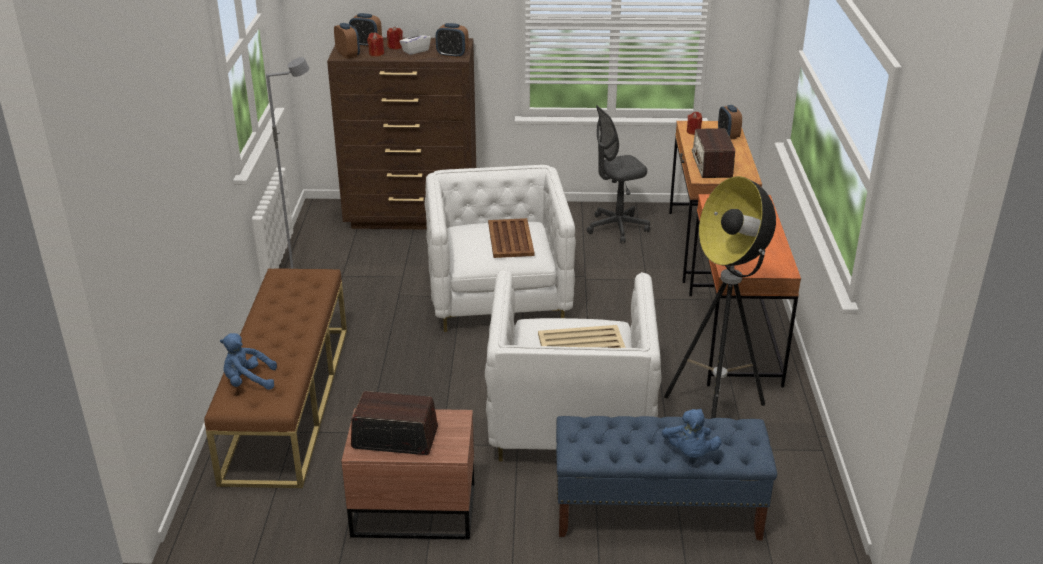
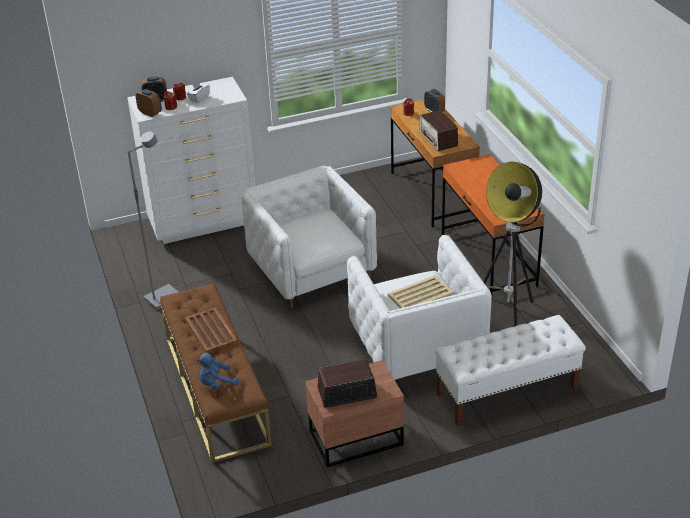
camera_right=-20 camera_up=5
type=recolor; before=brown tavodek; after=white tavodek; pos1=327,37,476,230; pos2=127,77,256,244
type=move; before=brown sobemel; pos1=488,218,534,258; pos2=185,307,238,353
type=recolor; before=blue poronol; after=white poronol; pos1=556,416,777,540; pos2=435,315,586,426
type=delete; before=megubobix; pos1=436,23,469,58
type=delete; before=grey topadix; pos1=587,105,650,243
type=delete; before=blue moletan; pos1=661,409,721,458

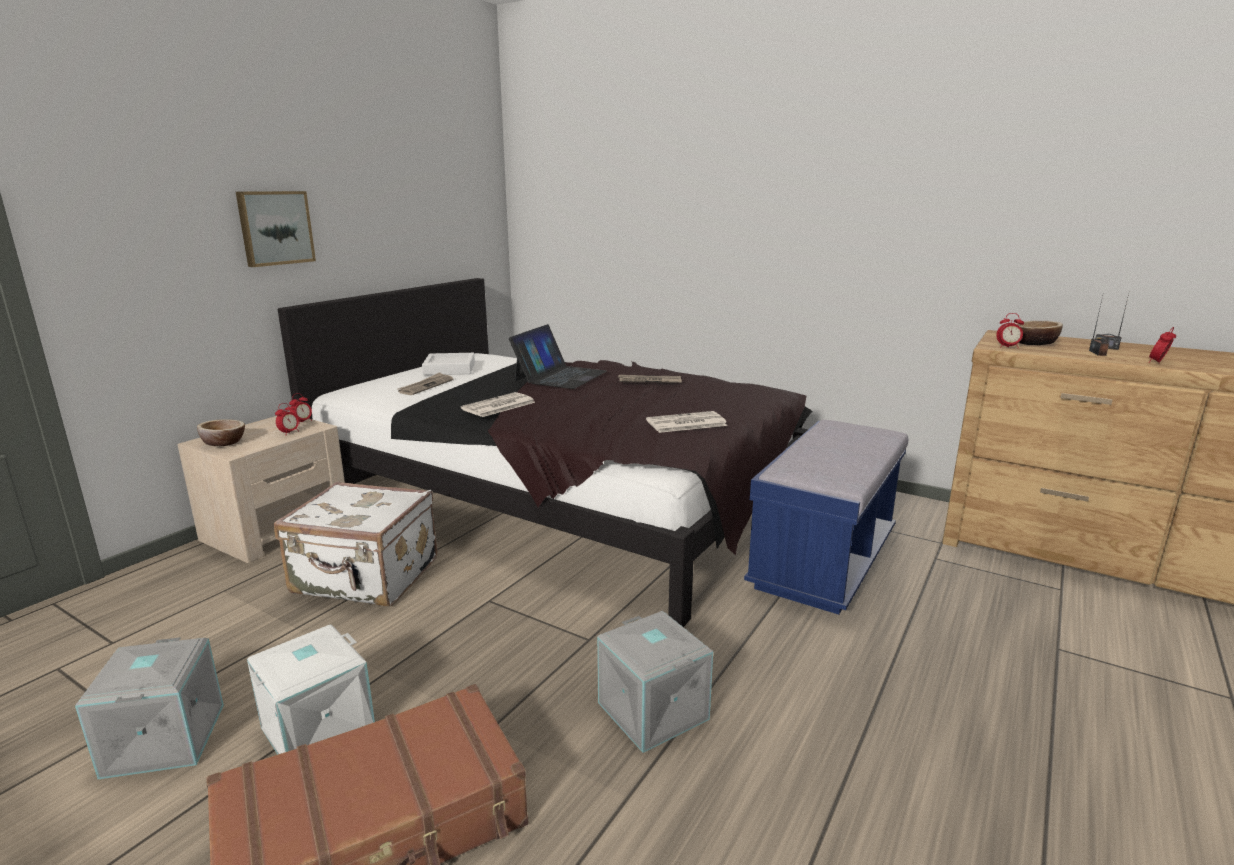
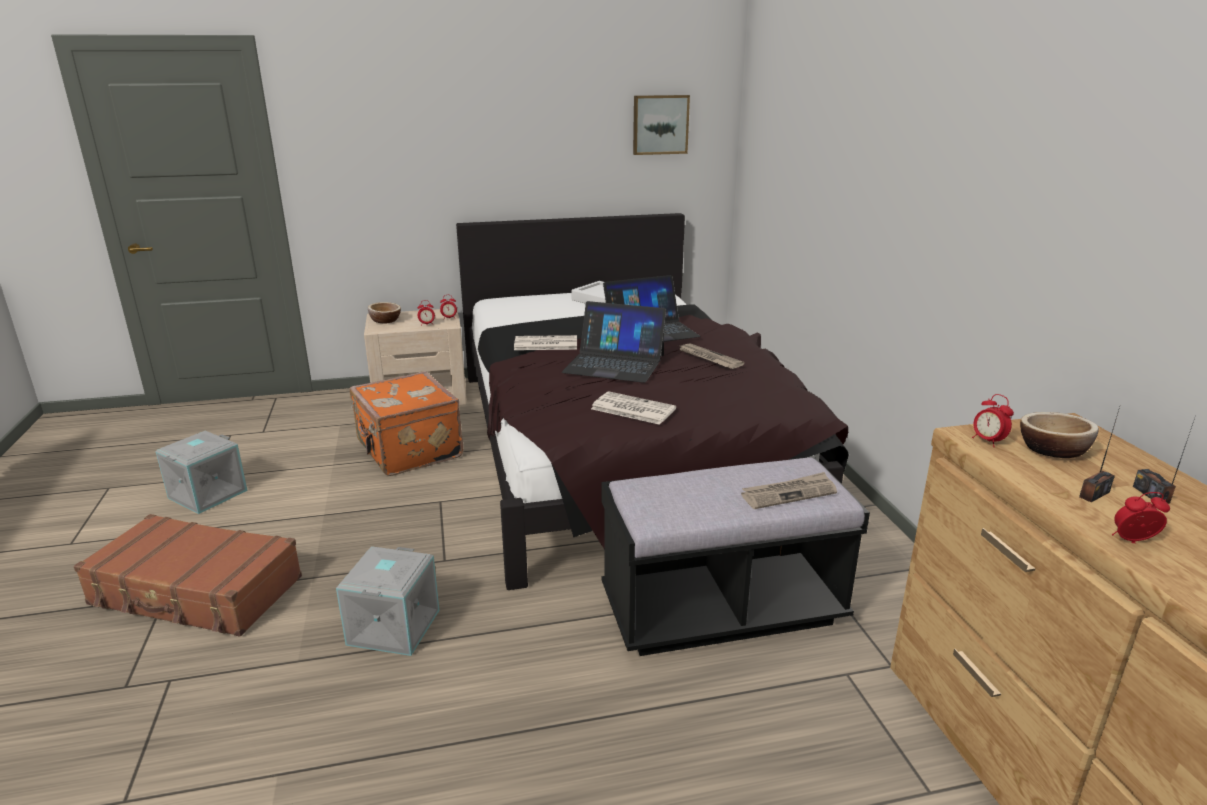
camera_right=45 camera_up=5
type=recolor; before=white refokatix; after=orange refokatix; pos1=274,482,437,606; pos2=350,371,463,476
type=insert; after=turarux; pos2=562,301,667,383
type=recolor; before=blue poronol; after=black poronol; pos1=744,420,908,615; pos2=601,458,870,656
type=move; before=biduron; pos1=236,191,316,267; pos2=633,95,690,155
type=move; before=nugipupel; pos1=398,372,454,395; pos2=741,472,837,509
type=delete; before=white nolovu; pos1=247,625,375,755

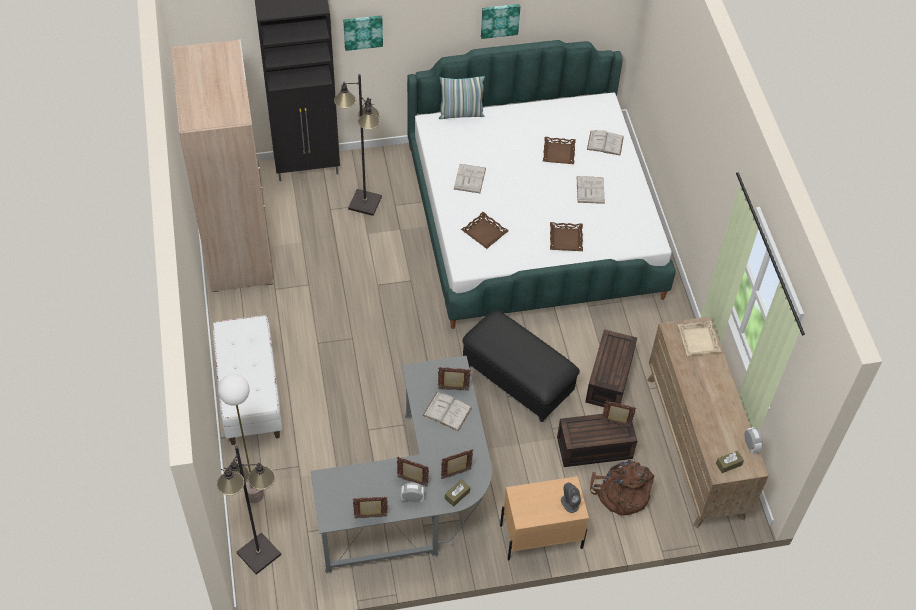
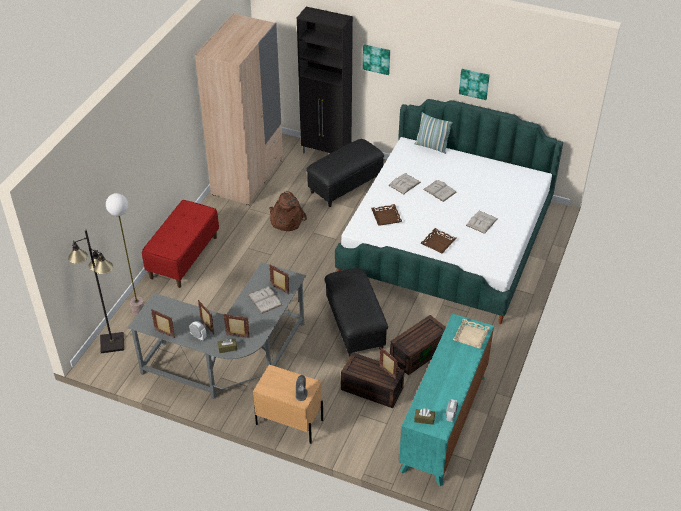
camera_right=35 camera_up=-10
type=recolor; before=white poronol; after=red poronol; pos1=213,316,283,445; pos2=142,200,219,288
type=move; before=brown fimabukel; pos1=590,460,654,517; pos2=269,191,307,231
type=replace; before=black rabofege; after=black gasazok; pos1=334,74,382,216; pos2=306,139,384,207
type=recolor; before=brown tavodek; after=turquoise tavodek; pos1=647,316,768,528; pos2=399,314,494,486
type=move; before=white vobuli; pos1=587,130,624,155; pos2=423,180,457,202
type=delete; before=brown sobemel; pos1=543,137,576,164

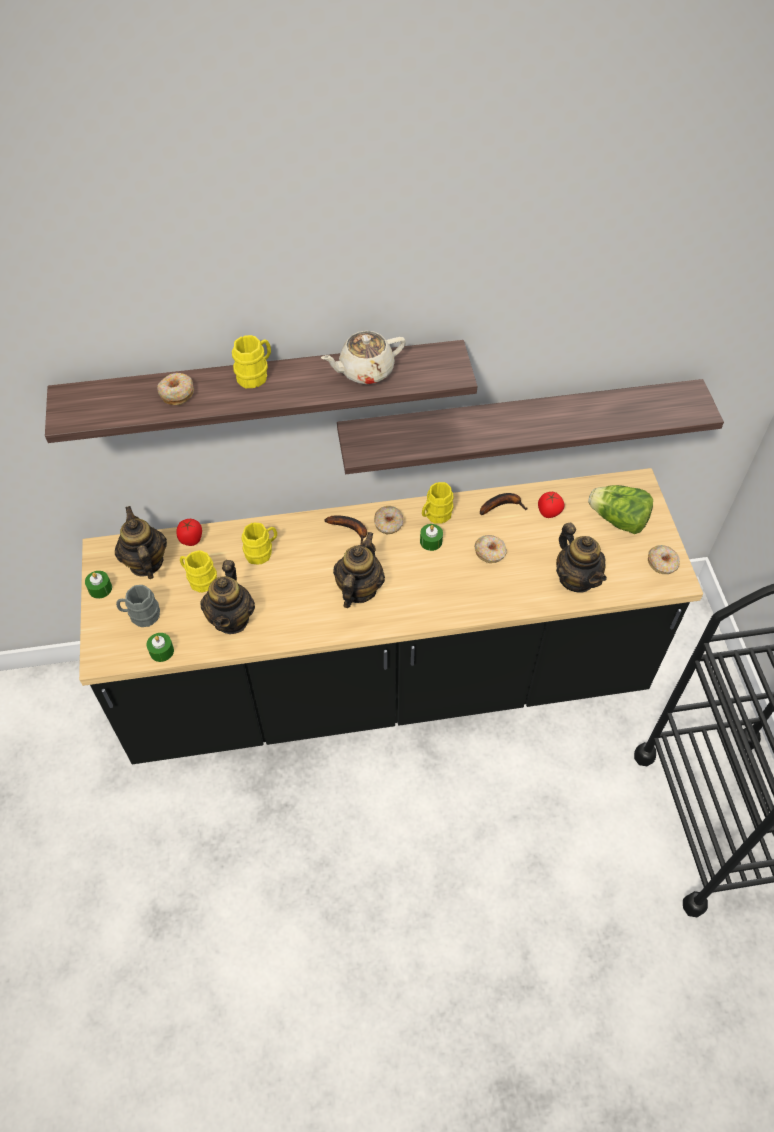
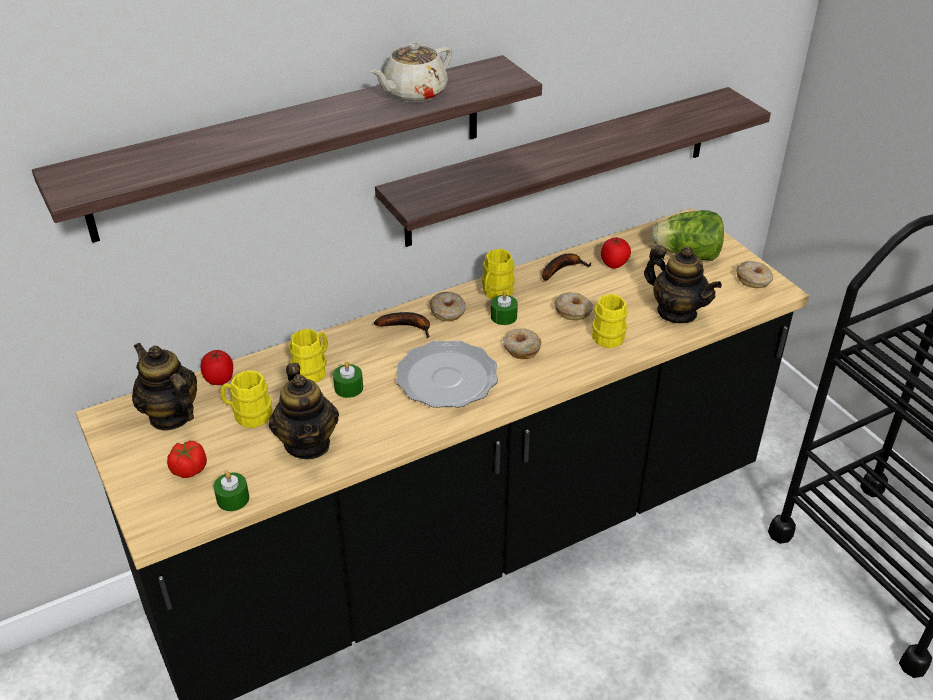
camera_right=-20 camera_up=-15
type=replace; before=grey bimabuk; after=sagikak; pos1=116,585,160,627; pos2=167,441,207,478
type=move; before=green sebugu; pos1=85,571,112,599; pos2=333,362,363,398
type=replace; before=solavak; after=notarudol; pos1=333,532,385,608; pos2=396,340,498,408
type=move; before=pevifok; pos1=157,373,194,405; pos2=503,328,541,359
type=move; before=yellow bimabuk; pos1=232,335,271,388; pos2=592,294,628,348

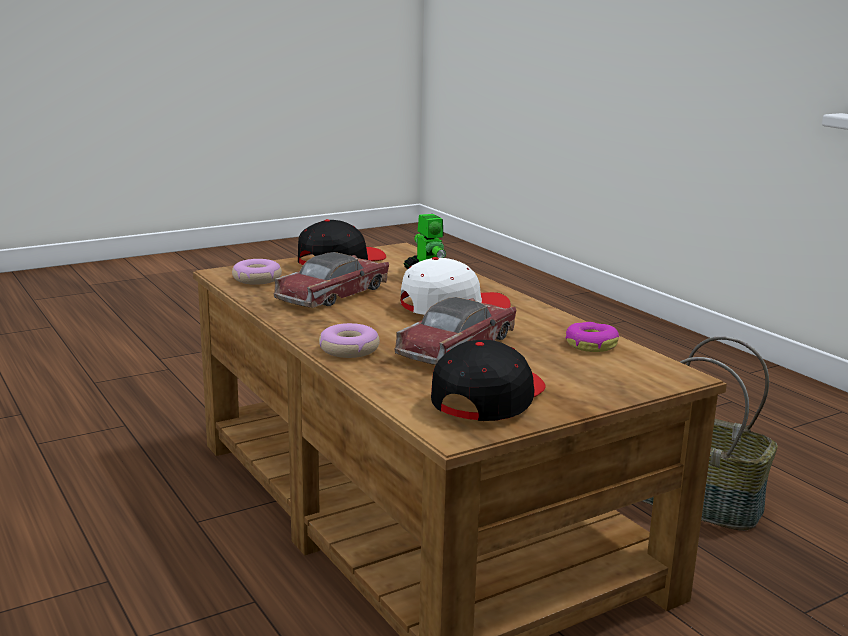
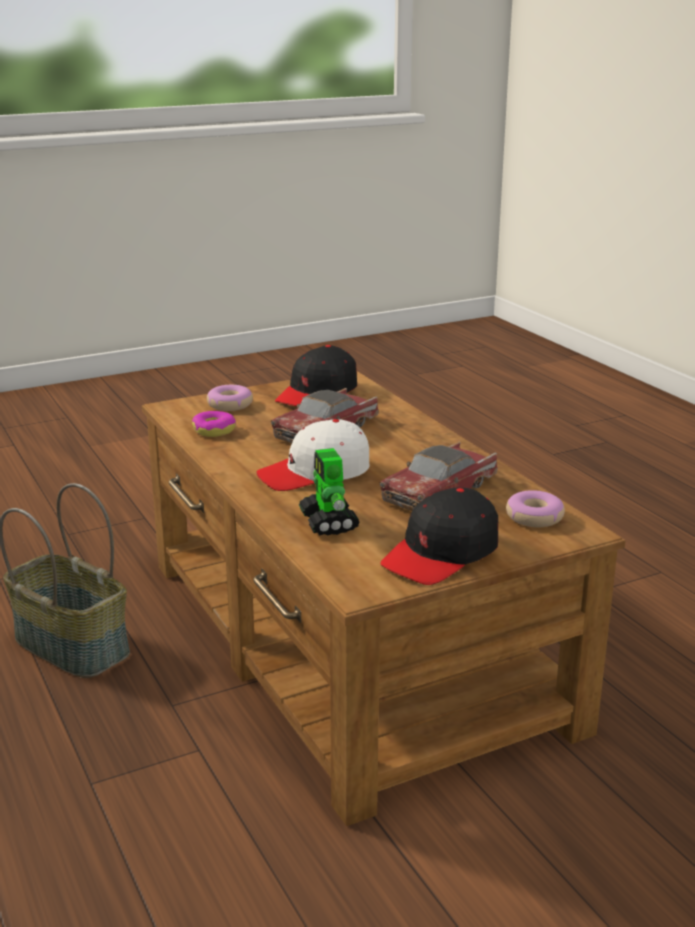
camera_right=-175 camera_up=5
type=move; before=pevifok; pos1=319,323,380,358; pos2=207,385,253,411

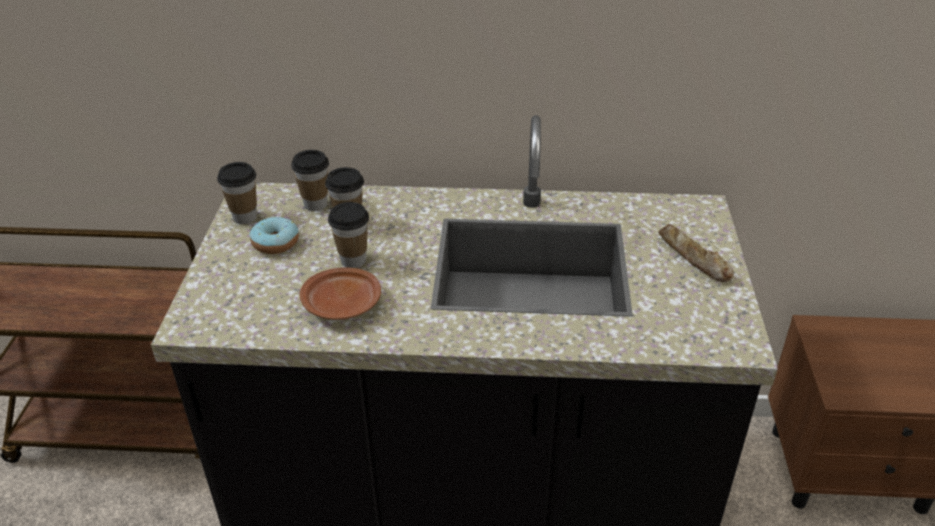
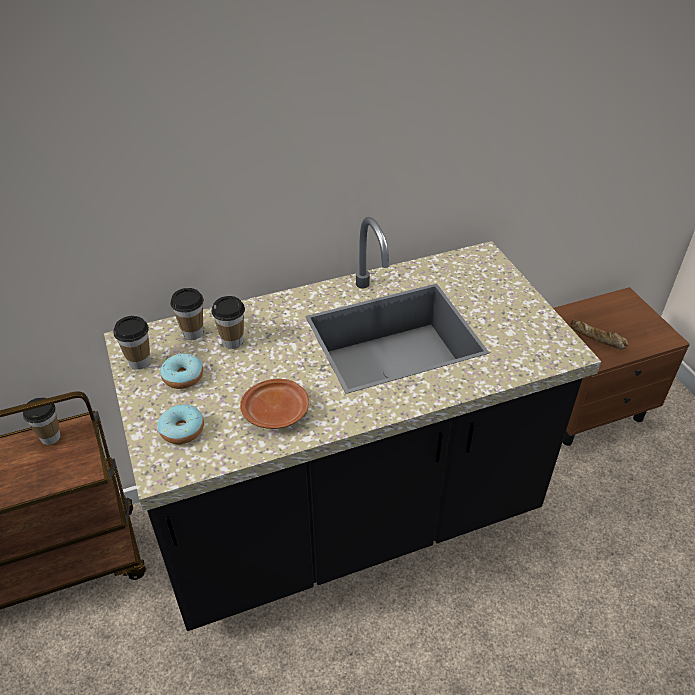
camera_right=-25 camera_up=5
type=move; before=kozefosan; pos1=328,202,369,268; pos2=23,397,60,445
type=insert; after=pevifok; pos2=158,404,204,444
type=move; before=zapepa; pos1=658,224,734,282; pos2=569,320,629,349

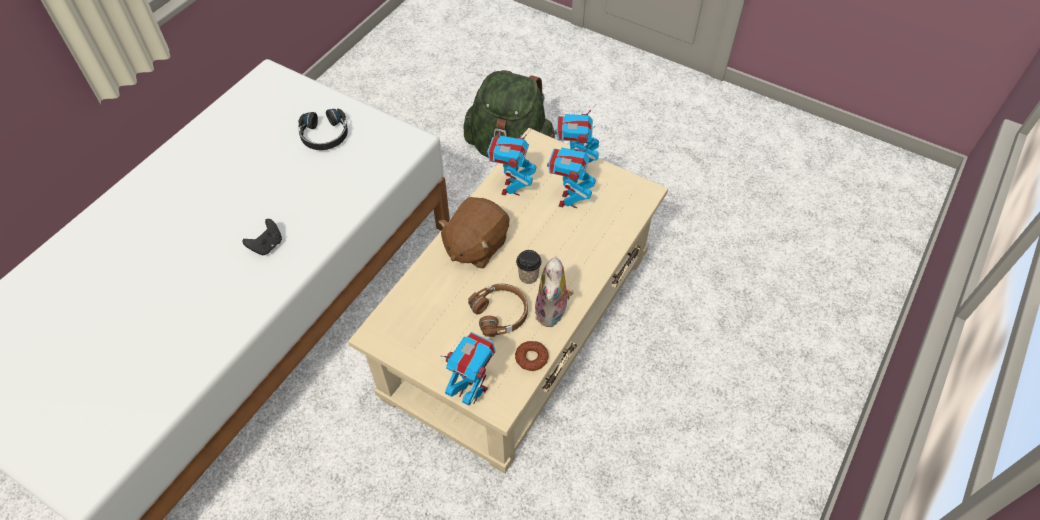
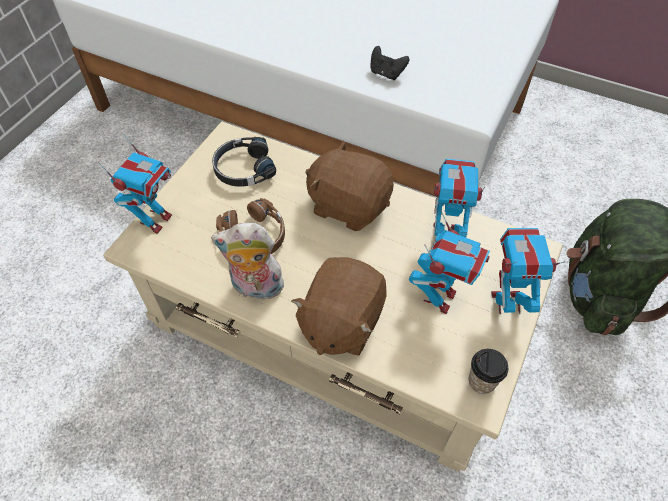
camera_right=85 camera_up=0
type=move; before=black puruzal; pos1=298,108,348,150; pos2=212,137,276,187
type=insert; after=brown moletan; pos2=291,257,387,355
type=move; before=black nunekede; pos1=242,219,282,255; pos2=370,46,410,80
type=rotate; before=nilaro; pos1=547,142,596,208; pos2=409,211,490,314; turn=105
type=move; before=kozefosan; pos1=516,250,542,284; pos2=469,349,508,394
type=delete; before=pevifok; pos1=515,341,549,371

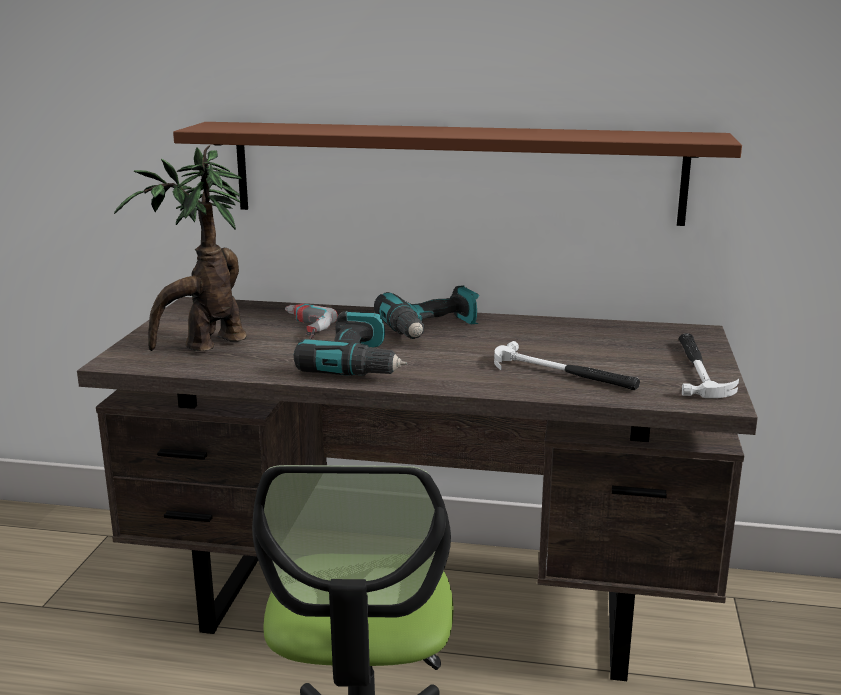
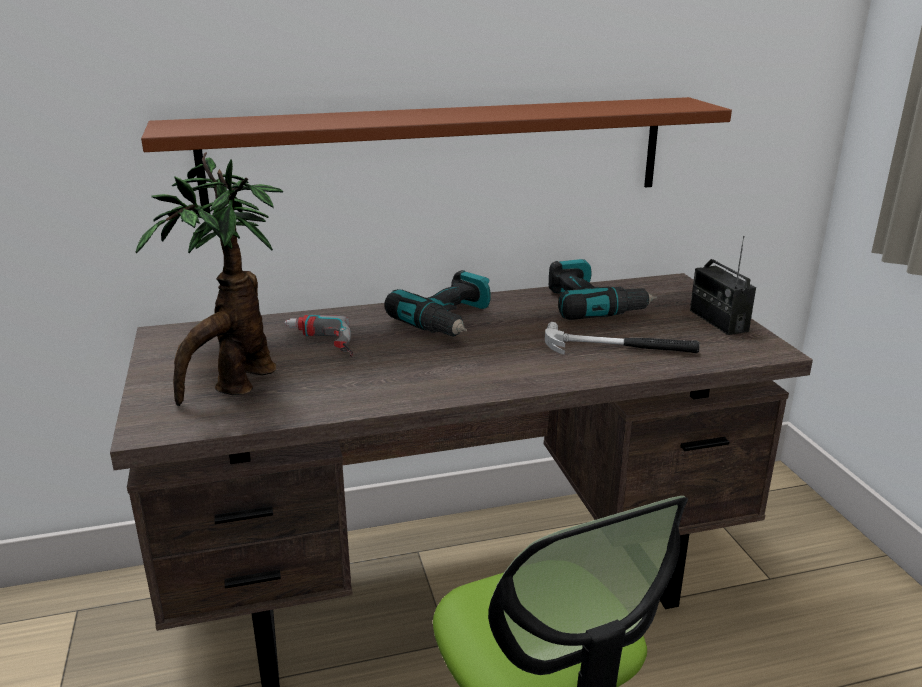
camera_right=-25 camera_up=5
type=move; before=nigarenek; pos1=294,311,407,376; pos2=549,259,657,320
type=replace; before=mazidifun; after=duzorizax; pos1=679,333,739,398; pos2=690,236,756,335

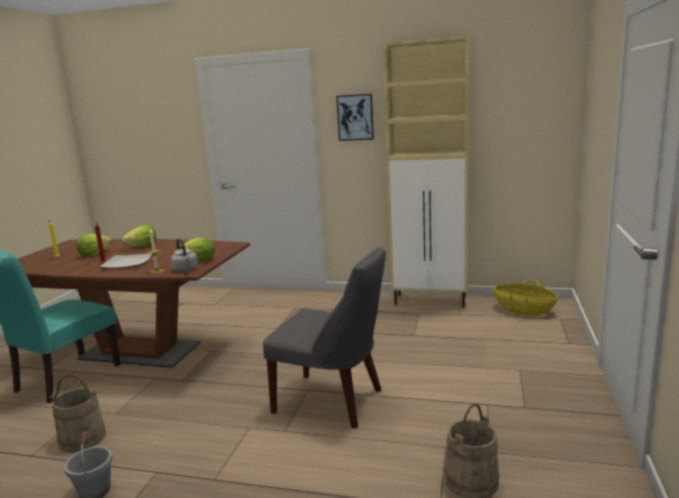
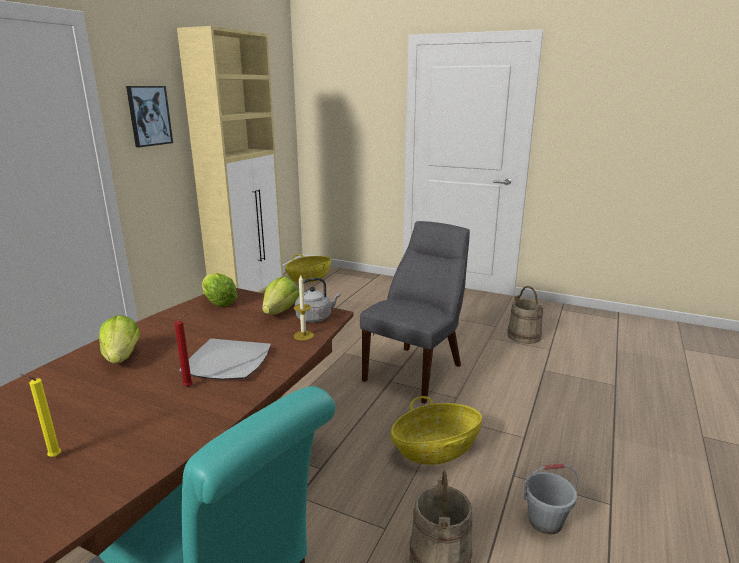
camera_right=-80 camera_up=5
type=move; before=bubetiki; pos1=76,233,112,256; pos2=202,273,238,307
type=insert; after=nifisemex; pos2=391,396,482,465

